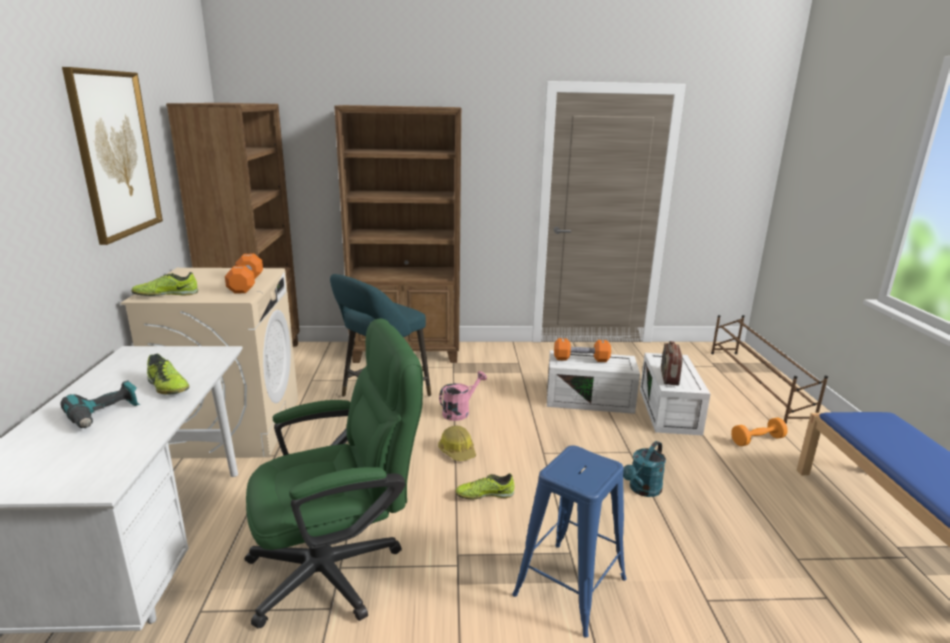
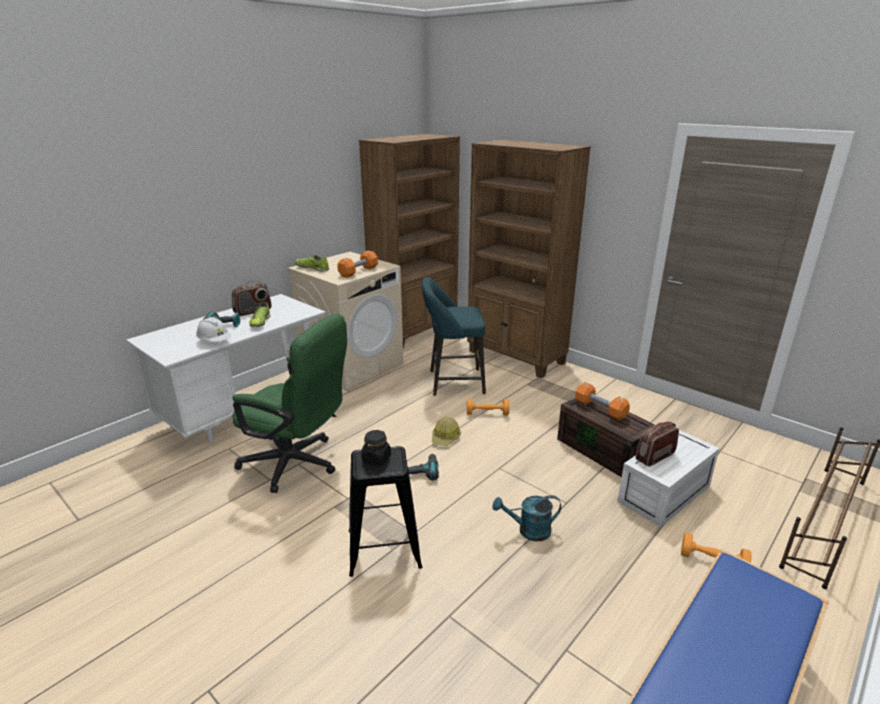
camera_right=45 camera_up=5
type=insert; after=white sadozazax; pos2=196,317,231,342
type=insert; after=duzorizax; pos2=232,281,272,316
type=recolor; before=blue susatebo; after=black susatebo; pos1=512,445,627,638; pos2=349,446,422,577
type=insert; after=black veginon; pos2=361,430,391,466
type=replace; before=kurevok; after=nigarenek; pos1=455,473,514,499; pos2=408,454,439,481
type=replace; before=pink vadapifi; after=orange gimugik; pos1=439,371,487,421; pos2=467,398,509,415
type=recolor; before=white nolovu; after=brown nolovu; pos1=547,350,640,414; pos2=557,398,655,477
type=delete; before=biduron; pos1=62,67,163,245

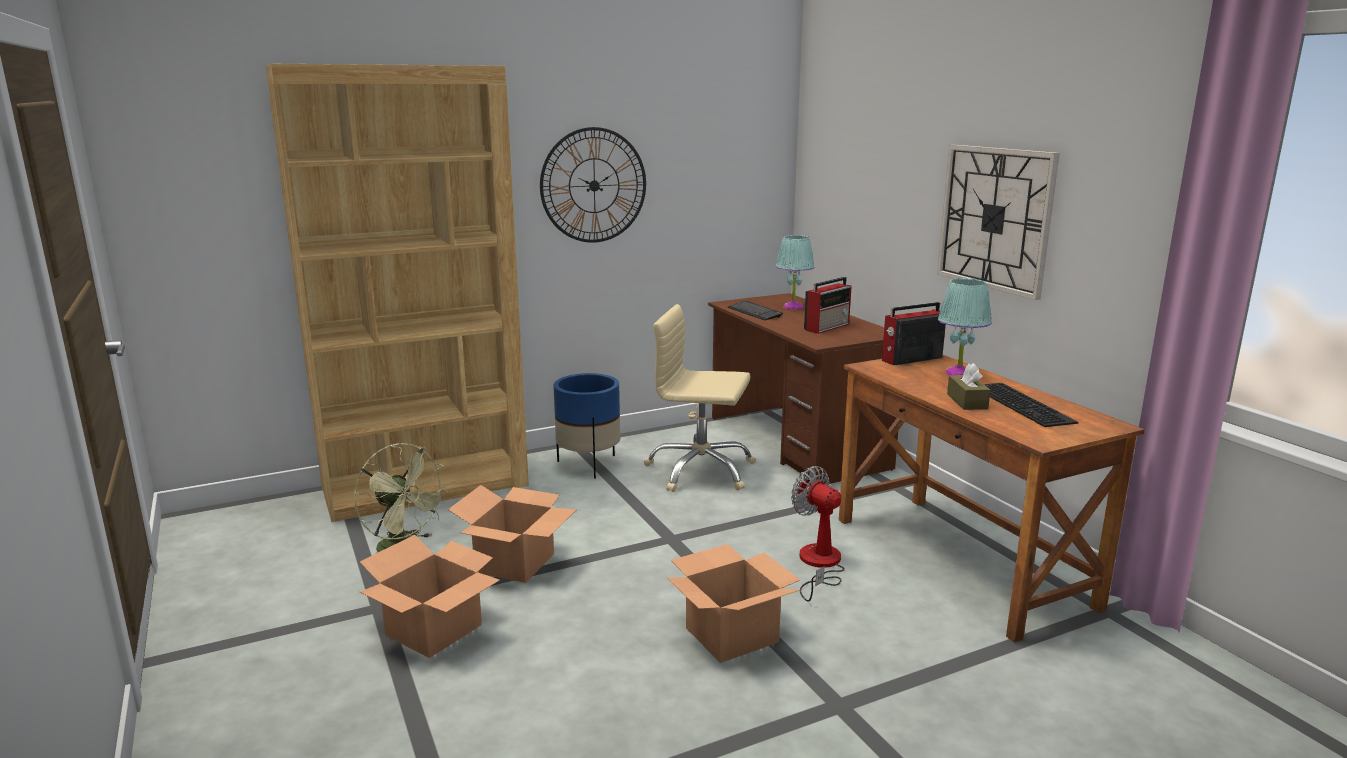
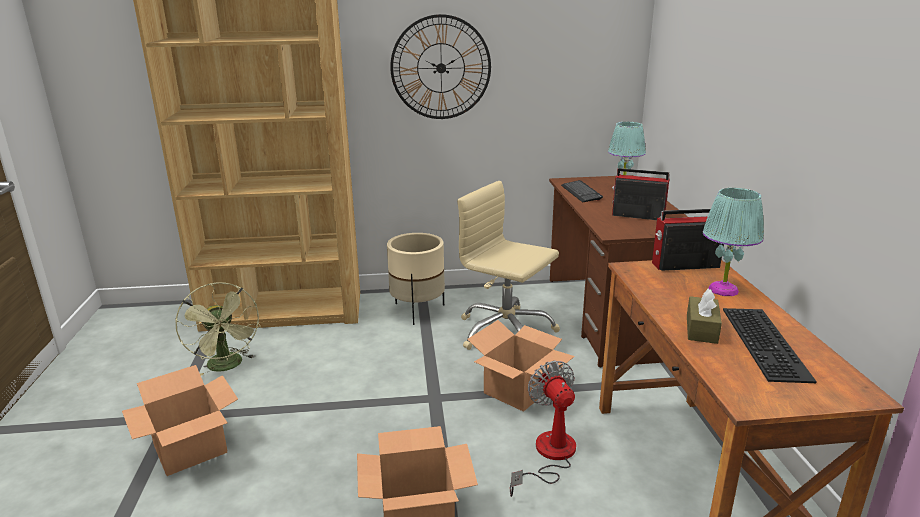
camera_right=20 camera_up=5
type=recolor; before=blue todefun; after=beige todefun; pos1=554,373,621,479; pos2=387,233,445,325
type=move; before=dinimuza; pos1=448,485,576,583; pos2=467,320,575,412
type=rotate; before=duzorizax; pos1=804,277,852,334; pos2=612,168,670,220; turn=-135
type=delete; before=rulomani; pos1=937,145,1060,300

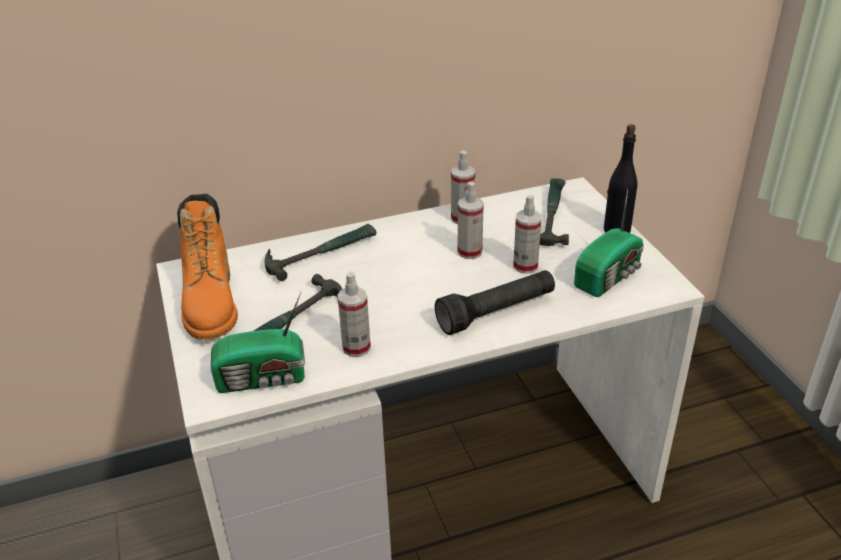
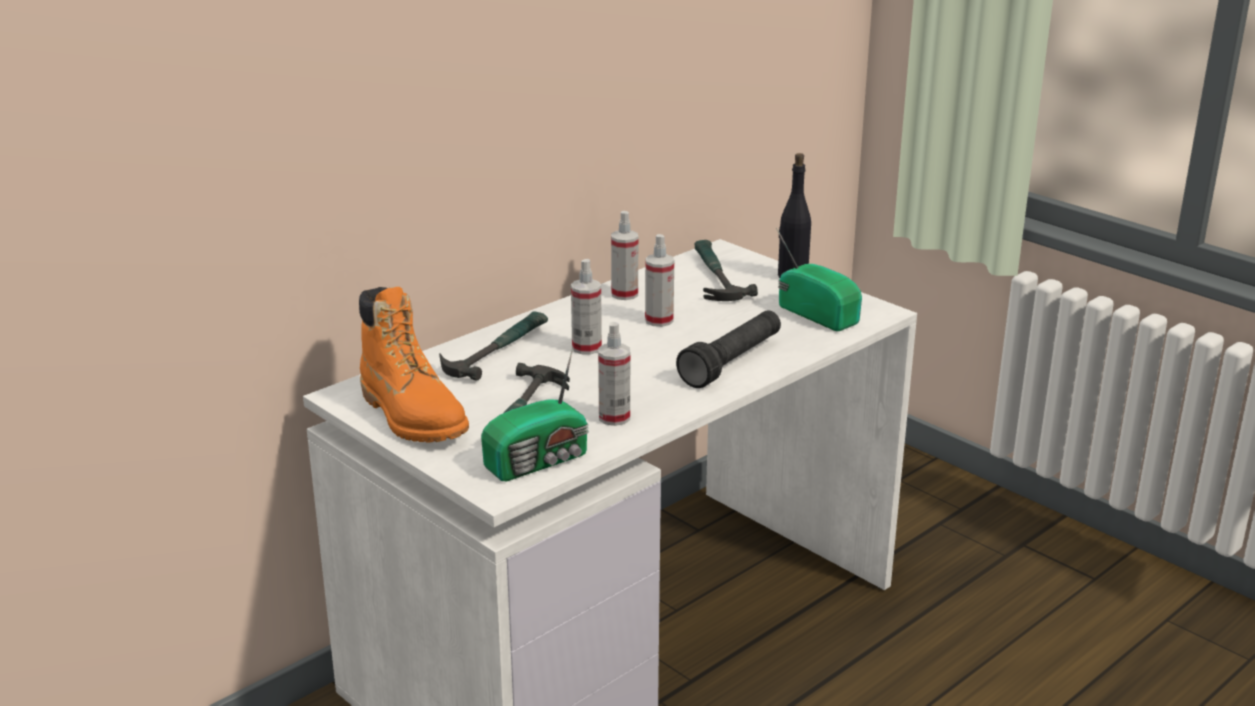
camera_right=-25 camera_up=-10
type=move; before=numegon; pos1=513,195,542,274; pos2=571,259,602,355
type=rotate; before=duzorizax; pos1=574,189,644,297; pos2=776,228,862,331; turn=-60

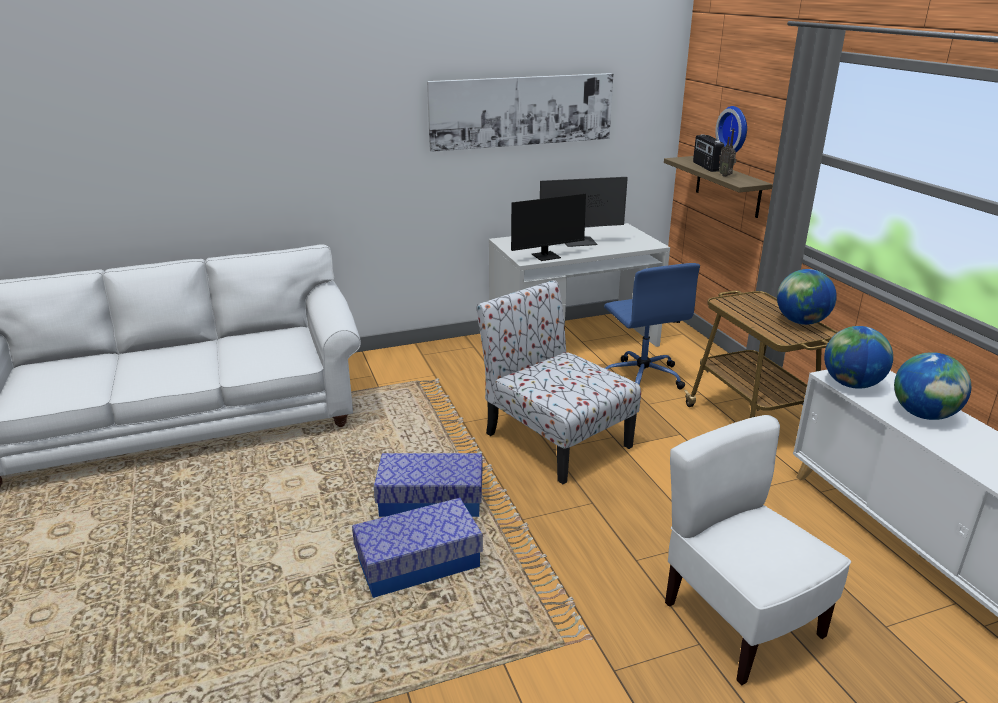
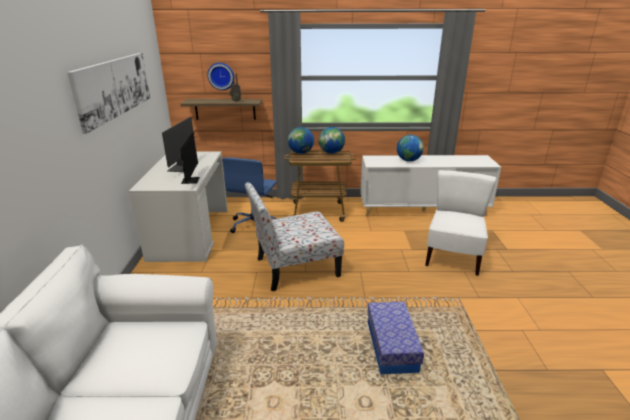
camera_right=-70 camera_up=0
type=rotate; before=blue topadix; pos1=604,263,700,390; pos2=222,157,277,233; turn=105
type=move; before=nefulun; pos1=824,326,893,389; pos2=288,127,314,154
type=rotate; before=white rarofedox; pos1=665,415,851,685; pos2=425,170,497,276; turn=120
type=delete; before=nolovu; pos1=374,453,483,517
type=delete; before=duzorizax; pos1=693,134,724,172

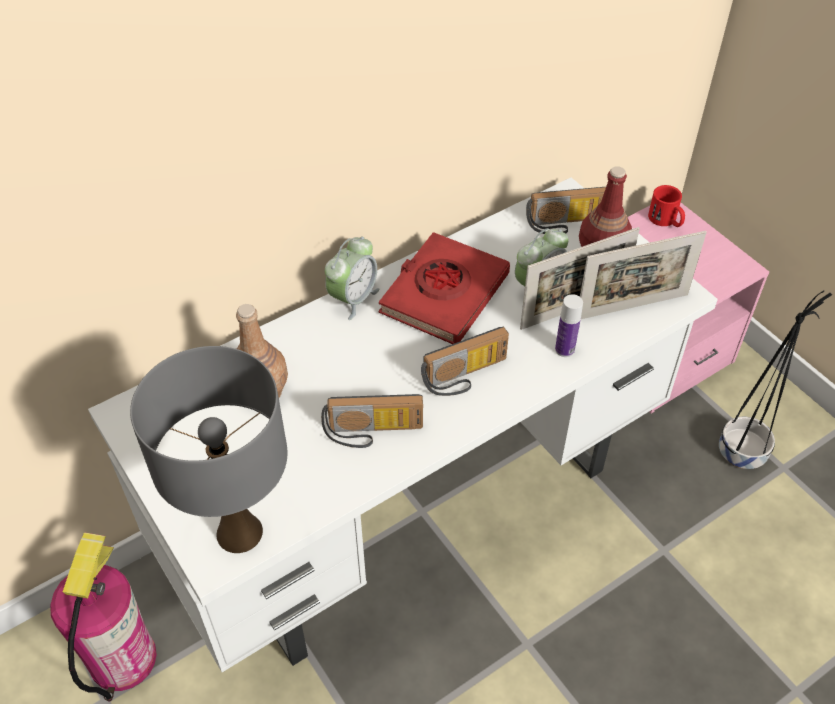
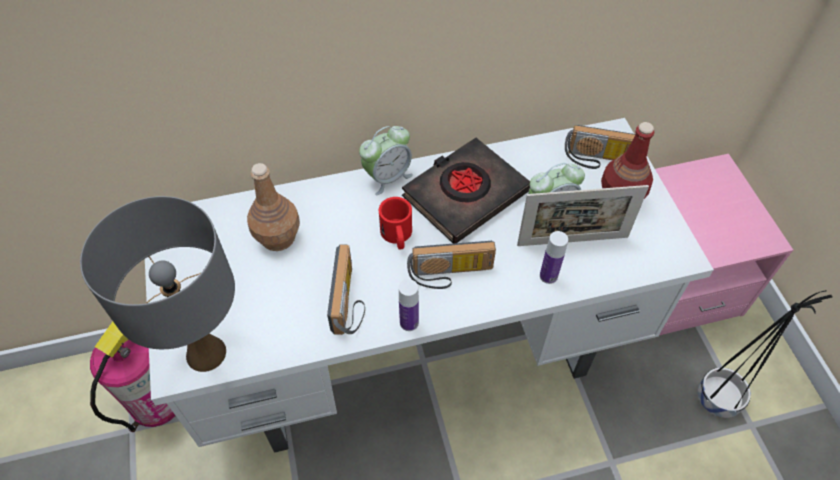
camera_right=20 camera_up=5
type=rotate; before=duzorizax; pos1=321,394,423,448; pos2=327,244,365,335; turn=-105
type=move; before=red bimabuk; pos1=648,185,685,227; pos2=379,197,412,250
type=insert; after=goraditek; pos2=399,279,419,331
type=recolor; before=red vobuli; after=black vobuli; pos1=378,232,510,344; pos2=402,137,530,244
type=delete; before=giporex; pos1=580,231,707,319

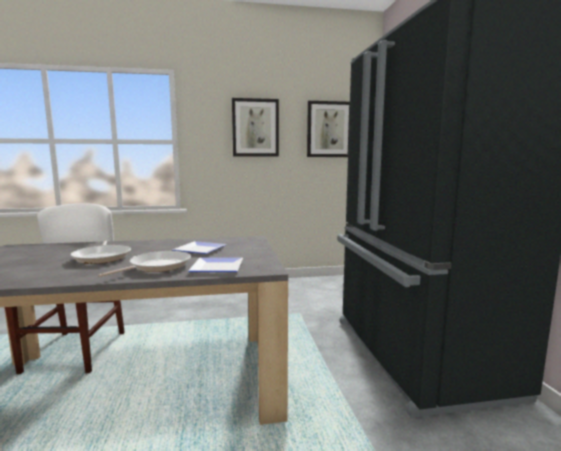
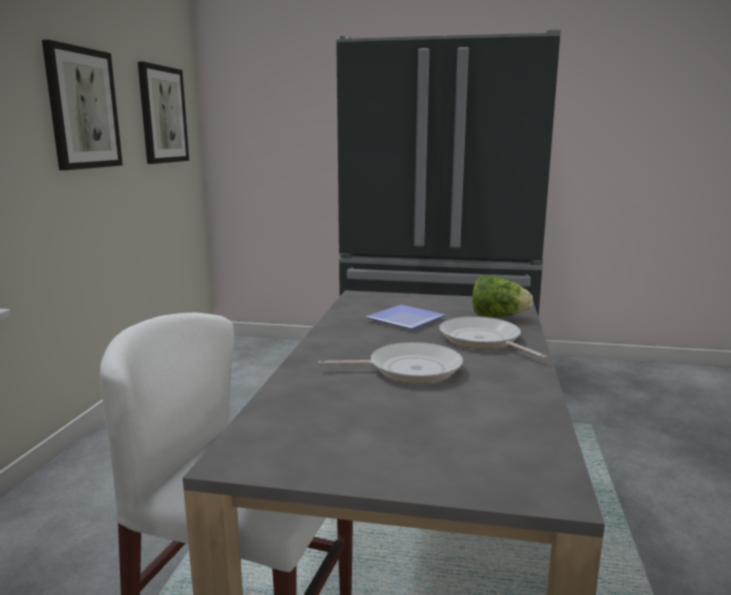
camera_right=-70 camera_up=5
type=replace; before=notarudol; after=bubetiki; pos1=188,258,243,272; pos2=472,276,533,317

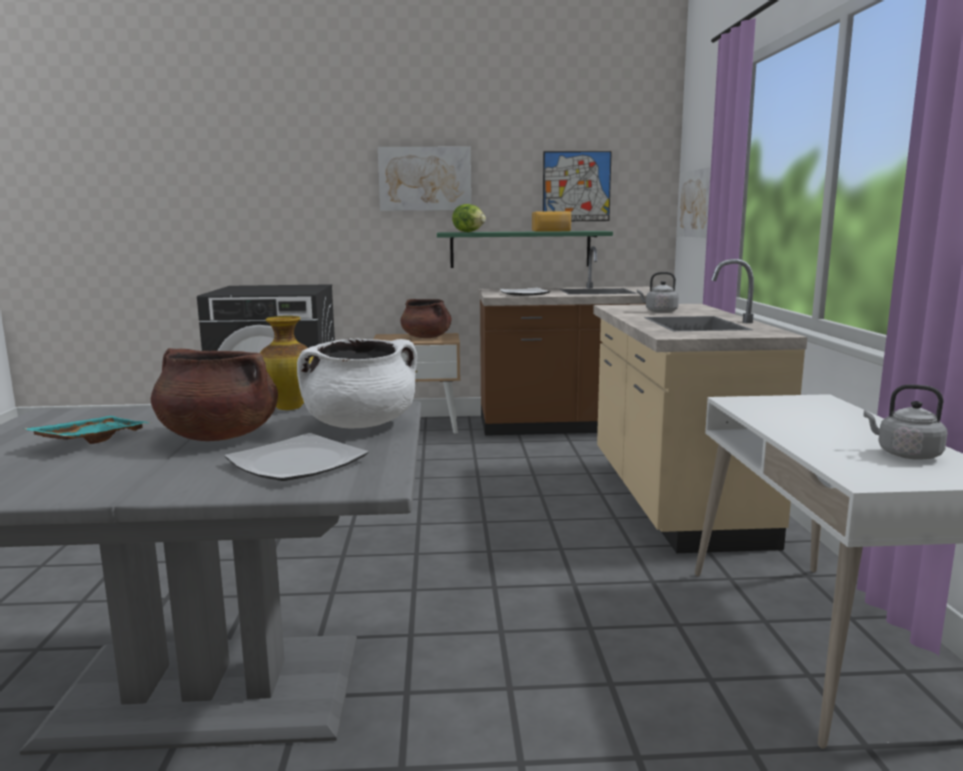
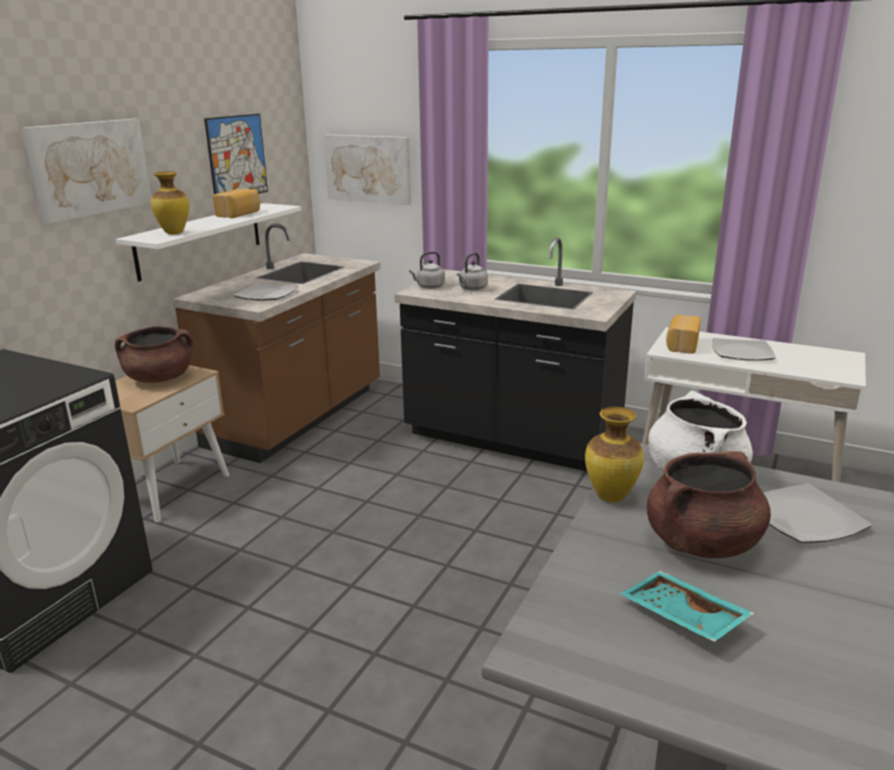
camera_right=-60 camera_up=10
type=recolor; before=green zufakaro; after=white zufakaro; pos1=437,231,613,268; pos2=116,203,301,282
type=replace; before=bubetiki; after=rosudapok; pos1=452,204,486,232; pos2=151,171,189,234
type=recolor; before=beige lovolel; after=black lovolel; pos1=593,259,807,553; pos2=394,237,636,471
type=move; before=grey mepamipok; pos1=864,384,948,460; pos2=409,251,445,289
type=insert; after=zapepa; pos2=666,314,701,354
type=insert; after=notarudol; pos2=712,338,776,361

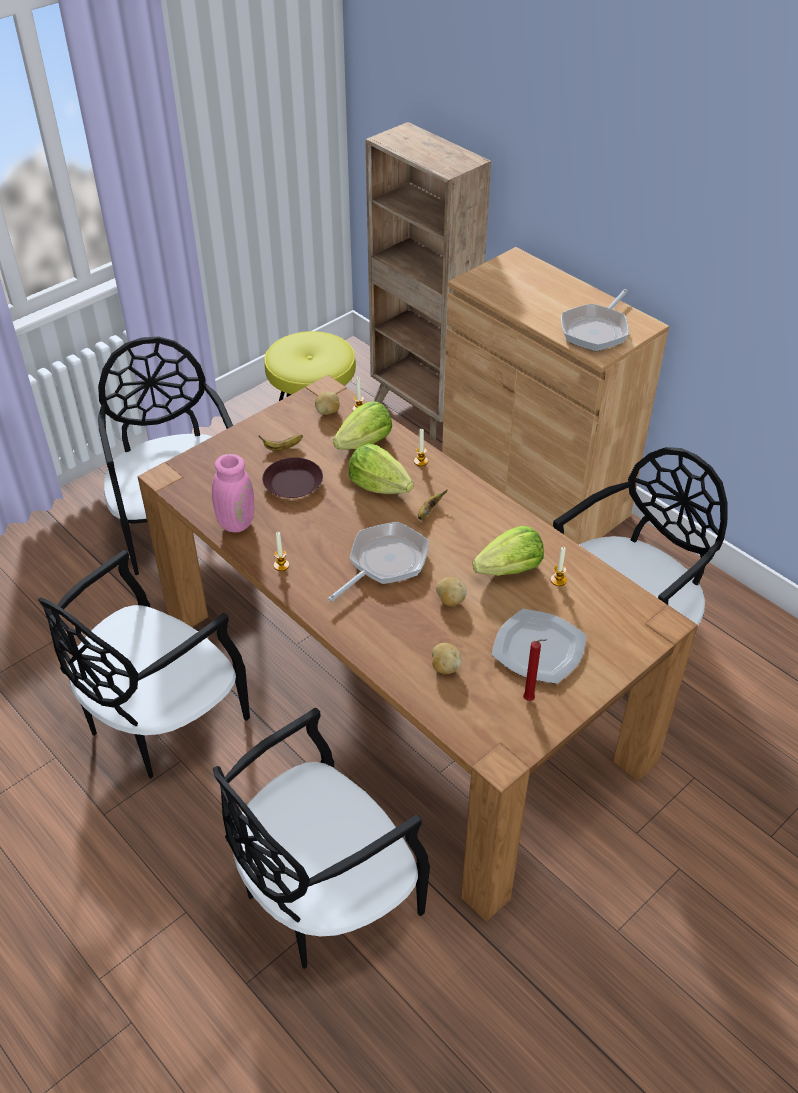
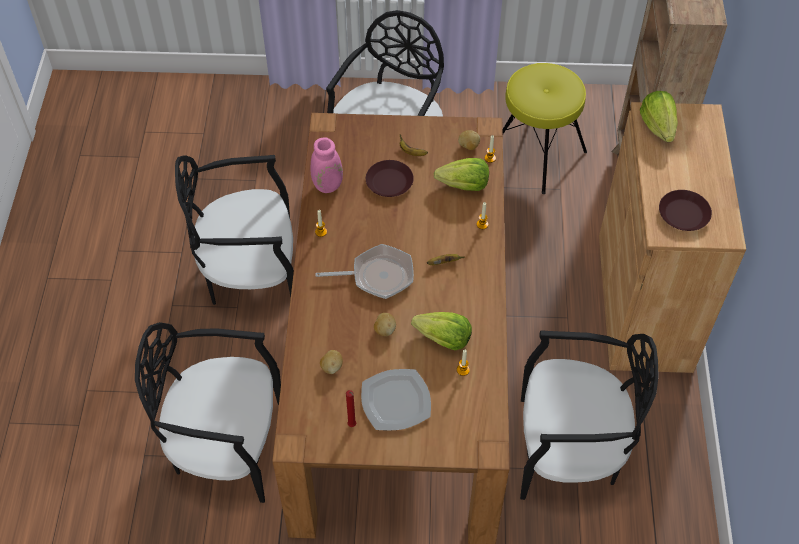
camera_right=45 camera_up=10
type=move; before=bubetiki; pos1=348,444,414,494; pos2=640,91,678,142
type=replace; before=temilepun; after=brown notarudol; pos1=561,289,629,351; pos2=659,190,712,231

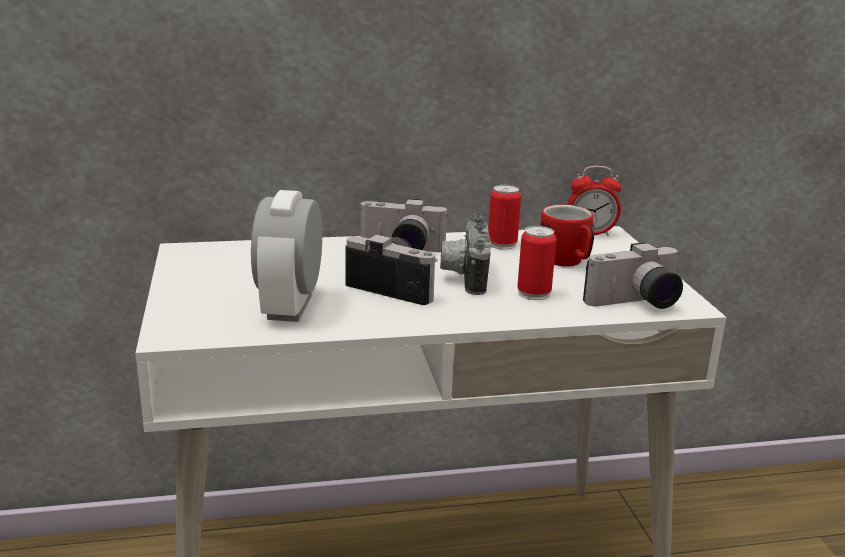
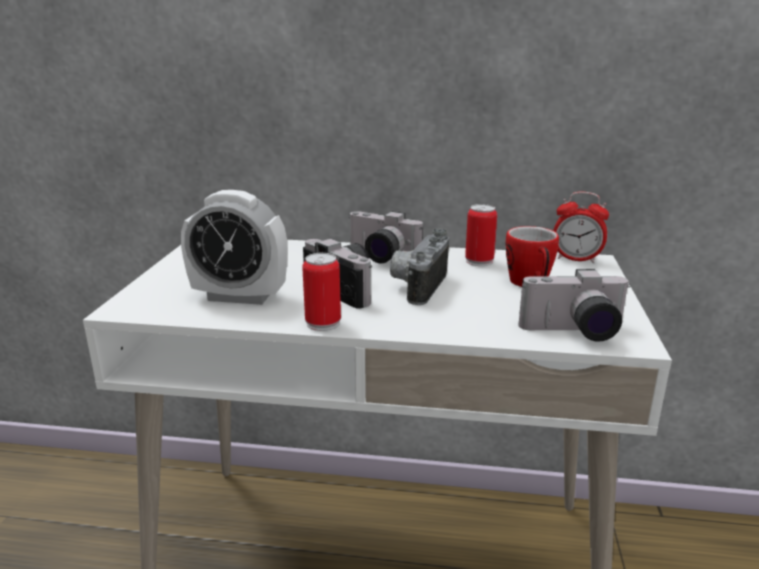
camera_right=20 camera_up=0
type=rotate; before=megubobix; pos1=251,190,322,322; pos2=181,190,288,305; turn=-105
type=move; before=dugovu; pos1=517,226,556,300; pos2=302,253,341,331

